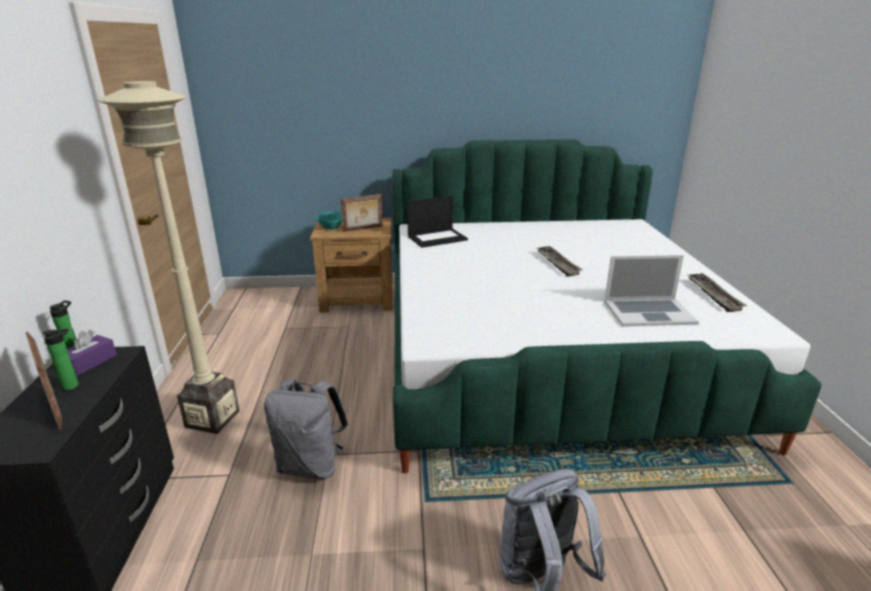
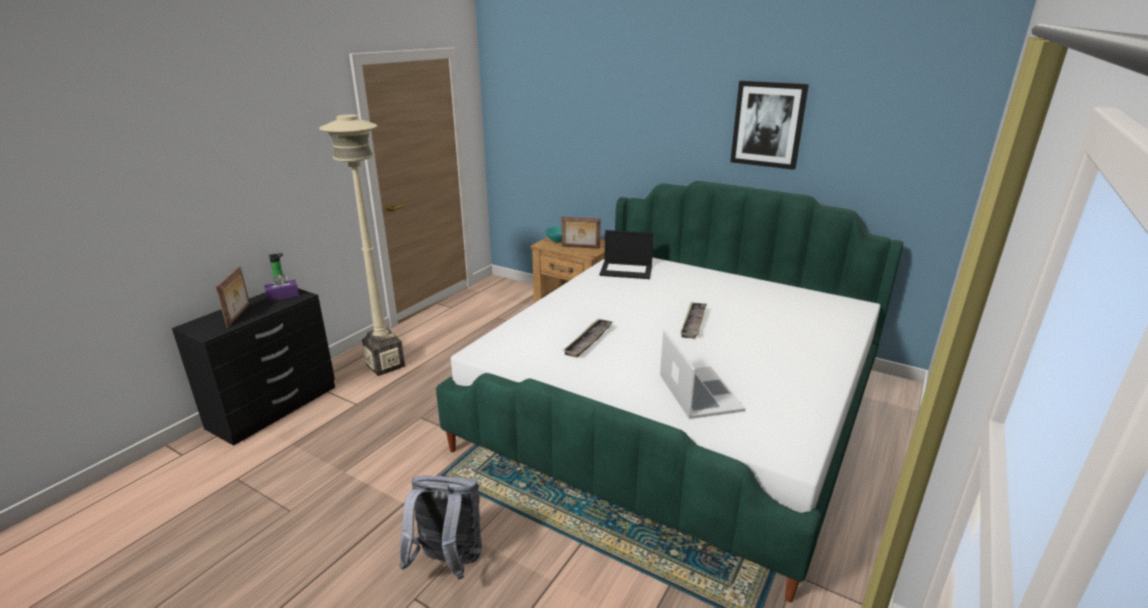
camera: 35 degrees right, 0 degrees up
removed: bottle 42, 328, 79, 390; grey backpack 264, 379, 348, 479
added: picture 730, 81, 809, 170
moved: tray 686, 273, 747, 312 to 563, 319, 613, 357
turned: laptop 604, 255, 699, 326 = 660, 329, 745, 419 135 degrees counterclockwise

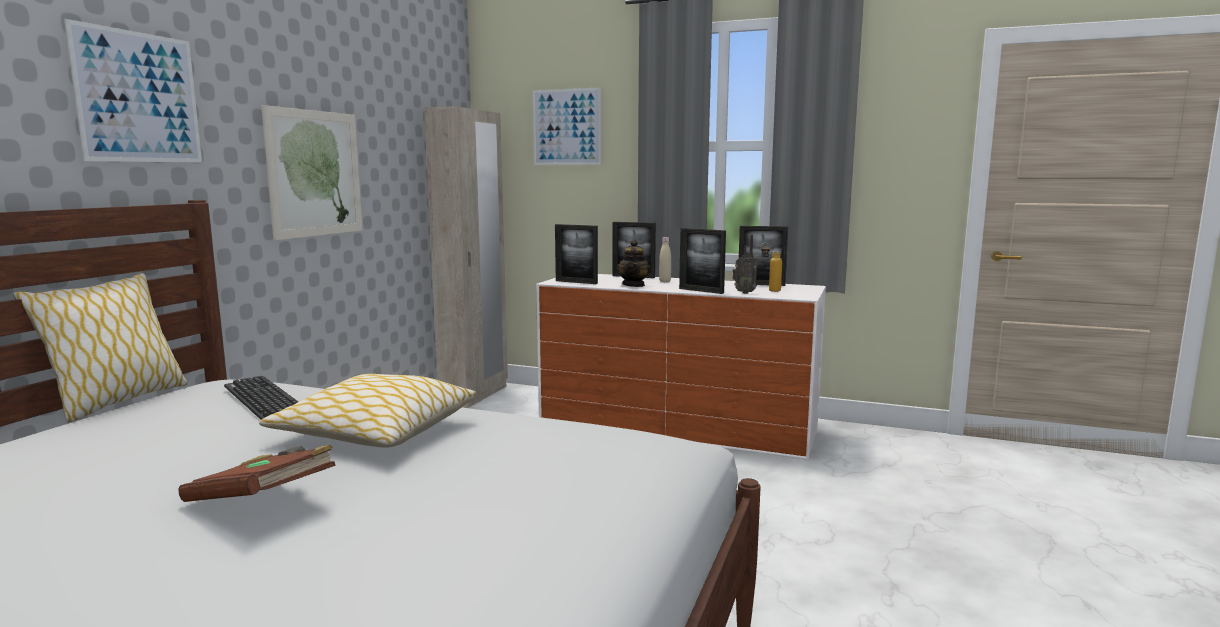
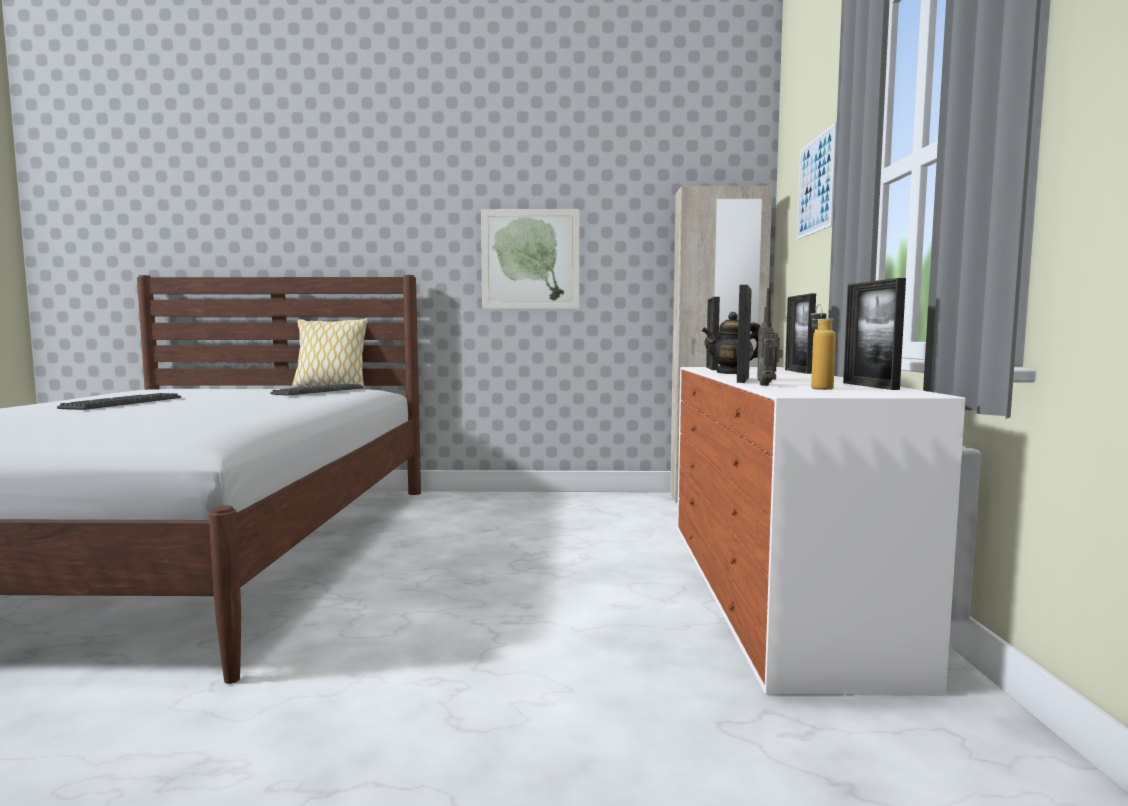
camera: 70 degrees right, 5 degrees down
removed: picture 64, 19, 202, 163; pillow 259, 374, 477, 448; beige bottle 659, 237, 671, 282
replaced: brown book 178, 445, 336, 502 to keyboard 57, 393, 181, 410

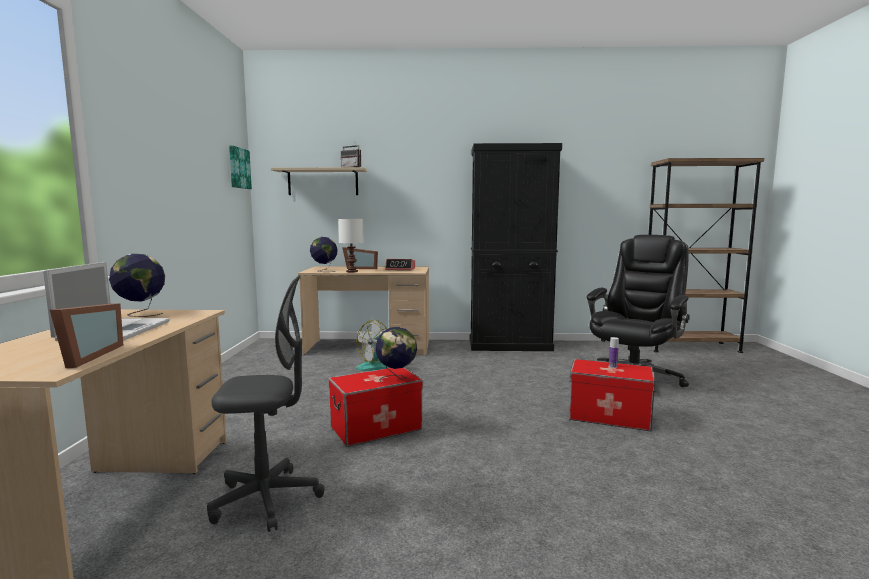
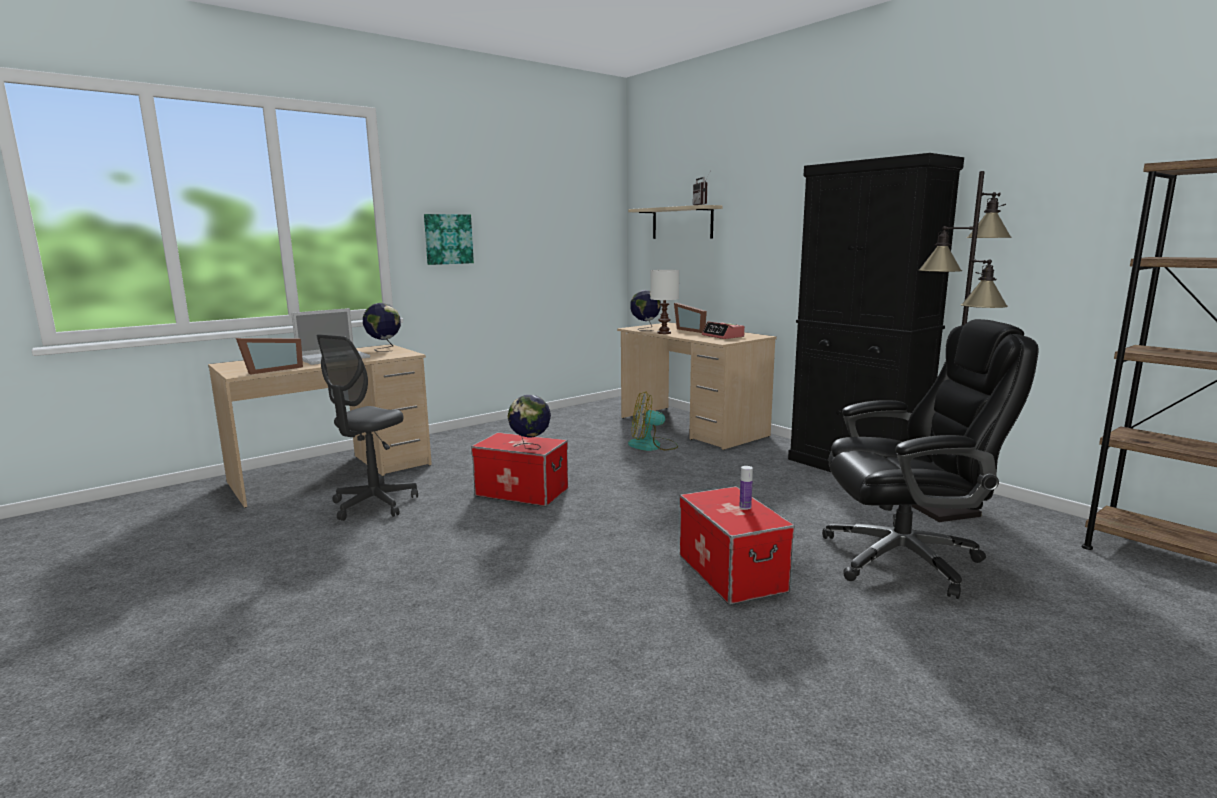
camera: 50 degrees right, 5 degrees up
added: black floor lamp 911, 171, 1012, 522
moved: picture 229, 146, 252, 189 to 424, 214, 474, 265
turned: grey office chair 207, 275, 325, 532 = 317, 334, 418, 521 75 degrees clockwise

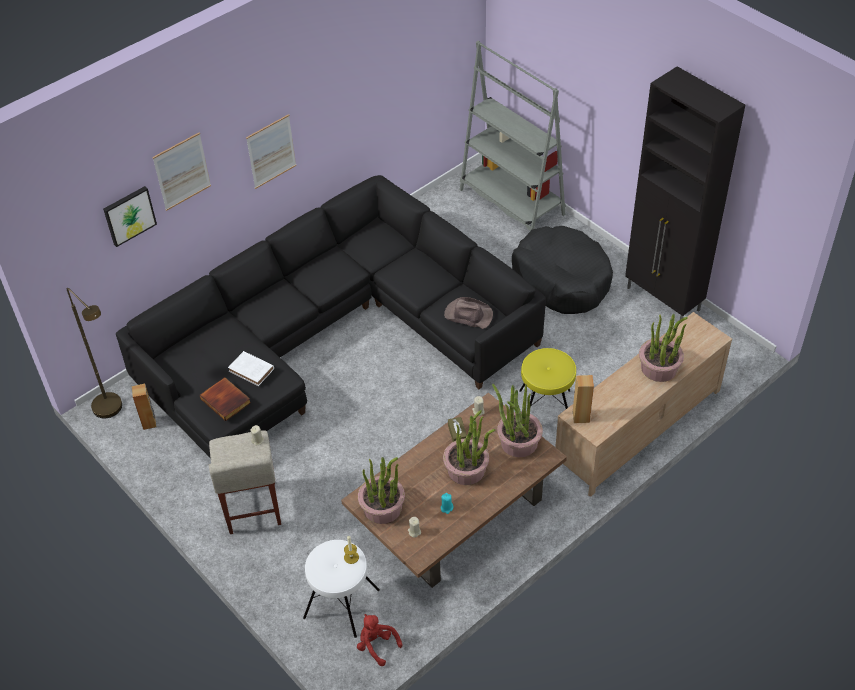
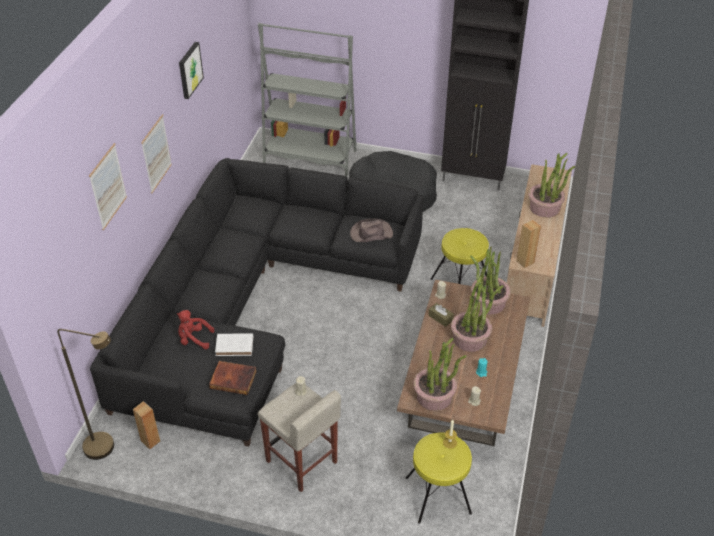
camera: 35 degrees left, 5 degrees down
moved: picture 103, 186, 157, 247 to 179, 42, 204, 99; red plush toy 357, 614, 402, 666 to 177, 310, 215, 349
recoloured: white stool 303, 540, 380, 638 to yellow stool 406, 433, 472, 524

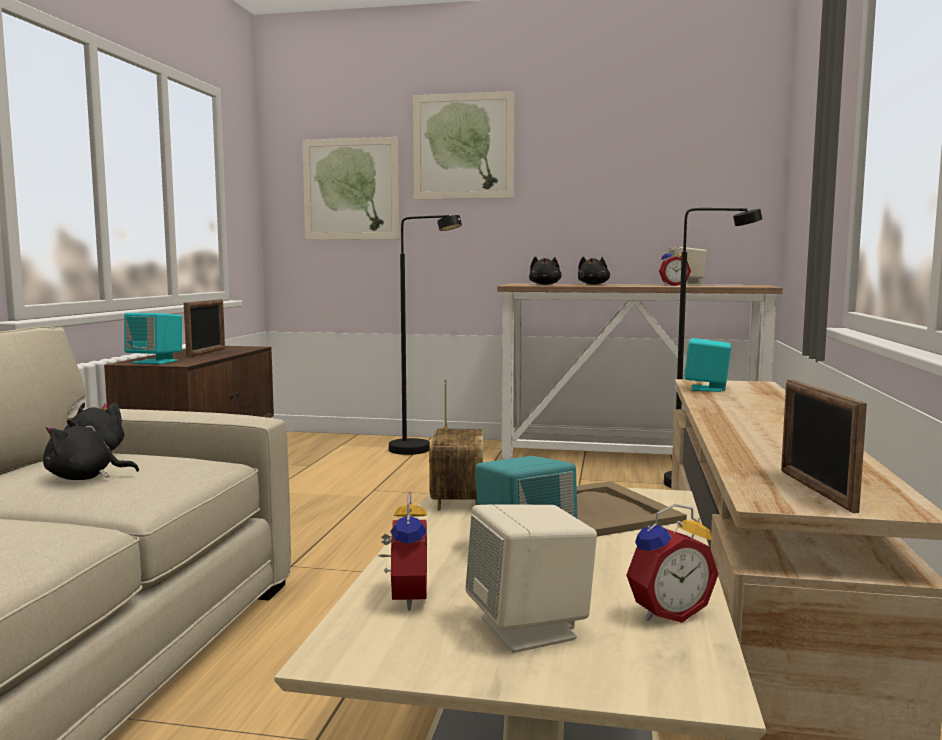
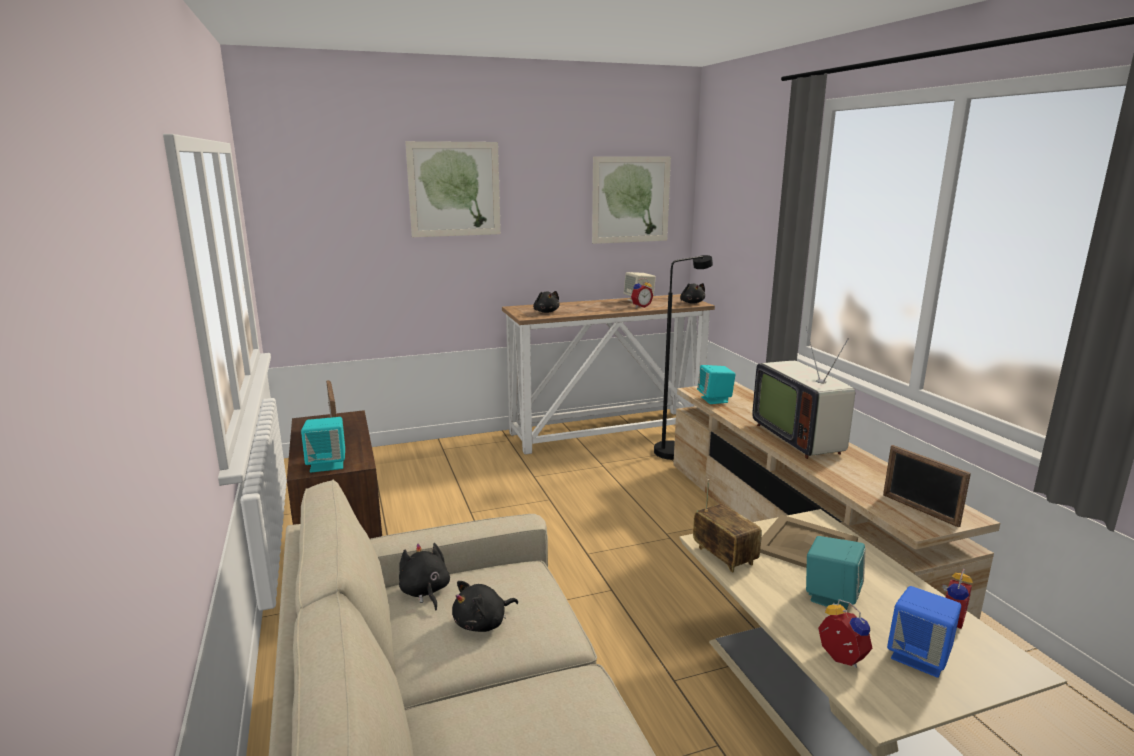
camera: 30 degrees left, 10 degrees up
removed: black floor lamp 389, 215, 462, 455
added: television 752, 326, 855, 459
moved: picture 302, 137, 399, 240 to 592, 156, 671, 244; black plush toy 578, 256, 610, 285 to 680, 283, 705, 304
recoloured: beige speaker 465, 504, 597, 653 to blue speaker 887, 586, 961, 678

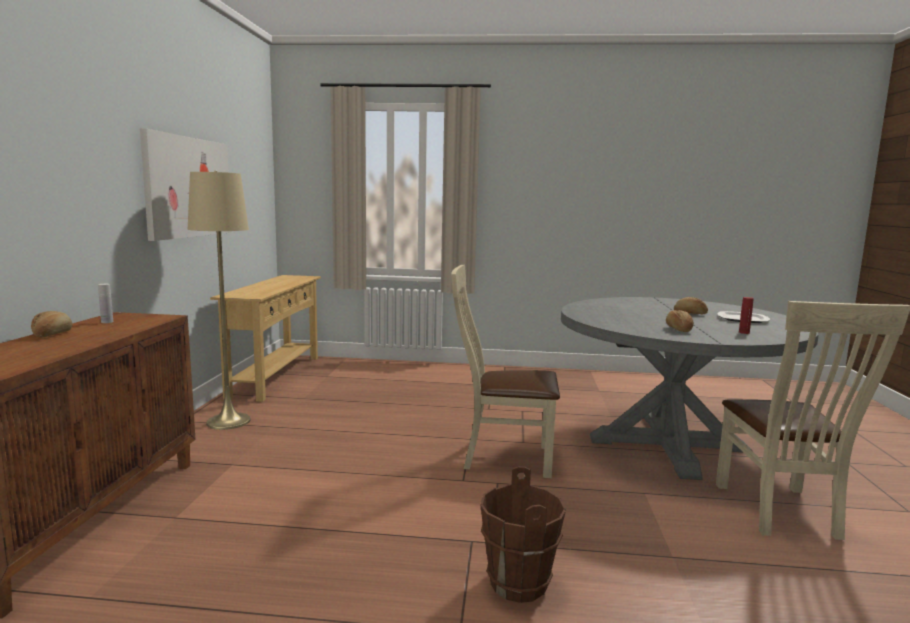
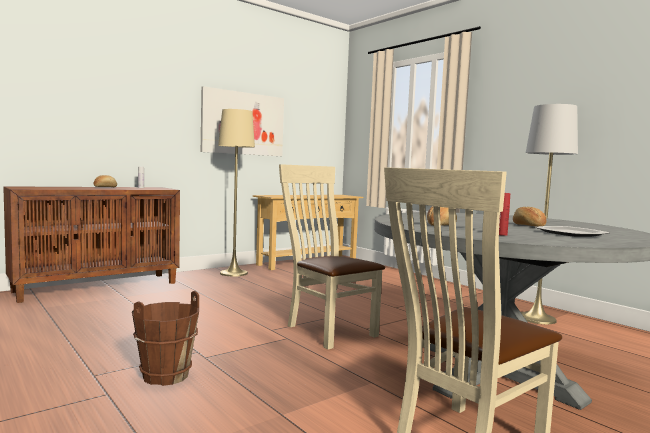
camera: 45 degrees right, 5 degrees down
added: grey floor lamp 521, 104, 578, 324

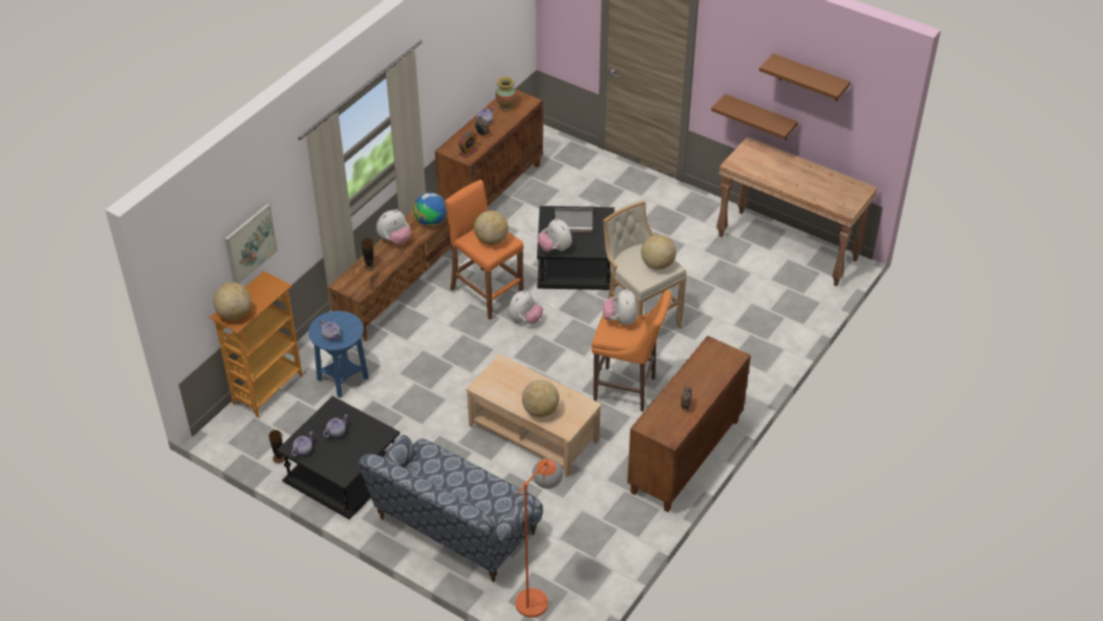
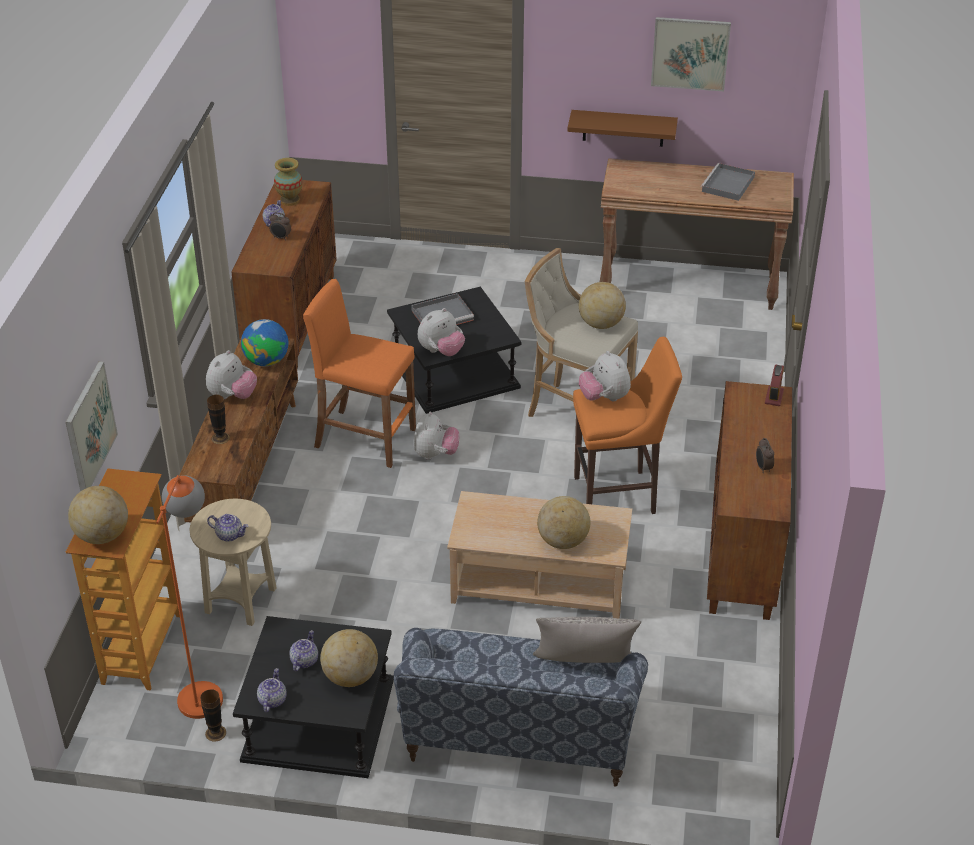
camera: 25 degrees left, 5 degrees down
added: grey pillow 533, 617, 641, 663; grey tray 701, 163, 755, 201
moved: alarm clock 458, 131, 478, 158 to 765, 365, 784, 406; globe 474, 211, 508, 245 to 320, 629, 378, 687; orange floor lamp 515, 458, 563, 618 to 156, 475, 223, 719
replaced: brown shelf 759, 54, 850, 101 to picture 651, 17, 731, 91
recoloured: blue side table 308, 311, 369, 398 to beige side table 190, 499, 276, 626
turned: plush toy 538, 218, 572, 252 = 418, 308, 465, 356 75 degrees counterclockwise

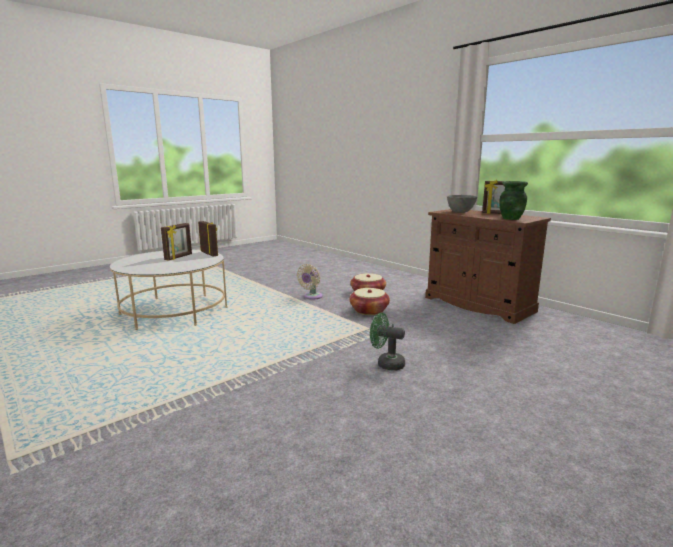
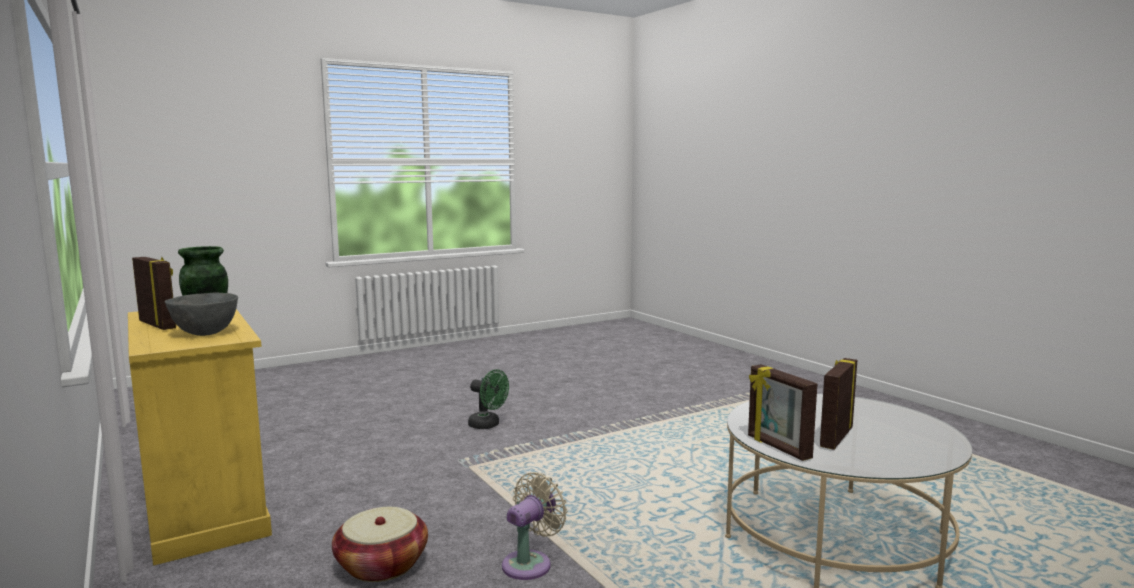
camera: 170 degrees left, 5 degrees down
removed: basket 349, 288, 390, 315
recoloured: brown cabinet 425, 209, 551, 324 to yellow cabinet 128, 309, 272, 566

